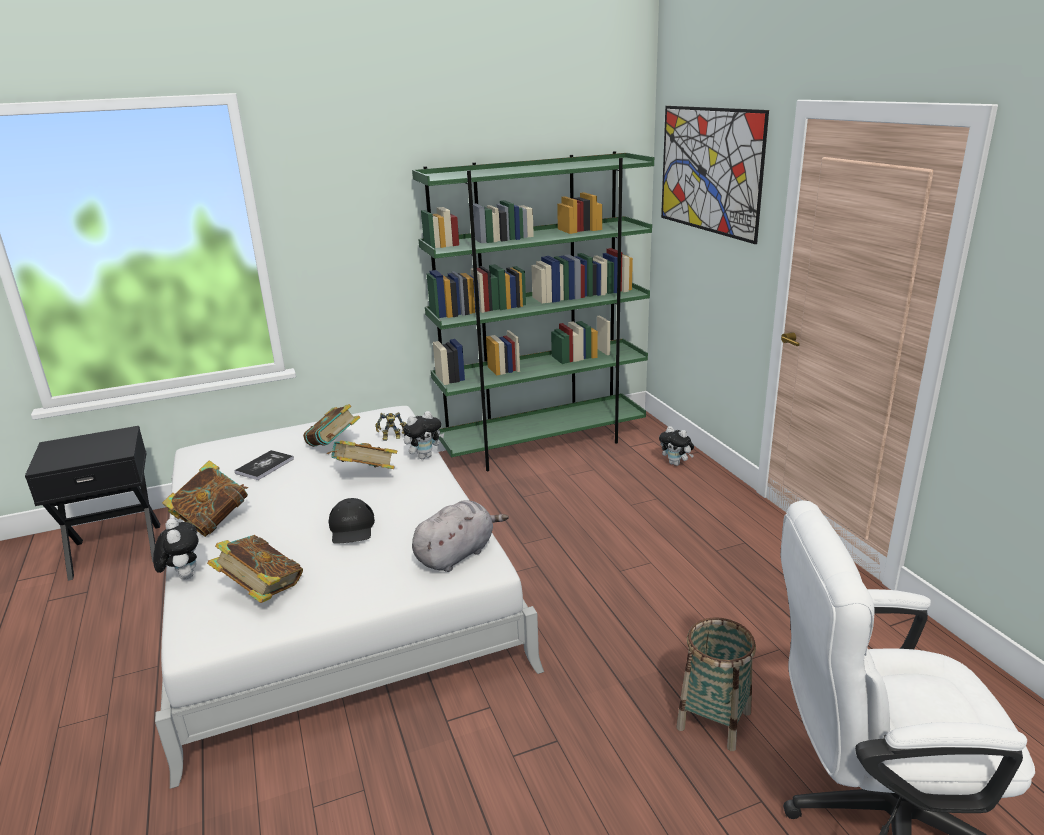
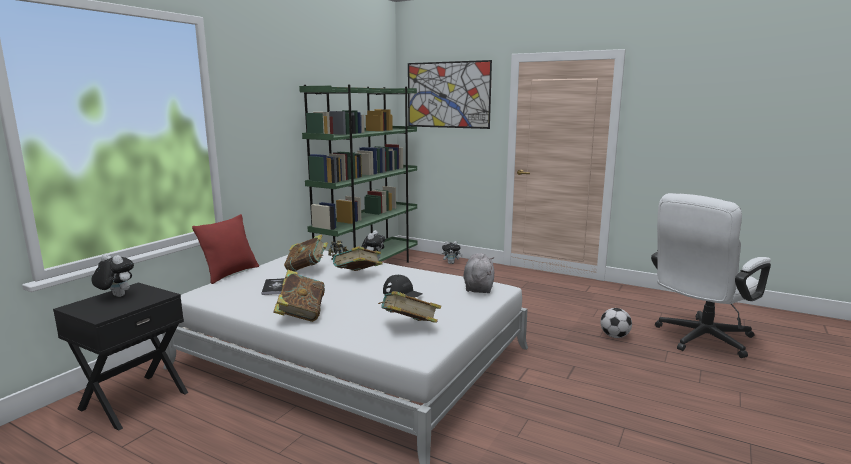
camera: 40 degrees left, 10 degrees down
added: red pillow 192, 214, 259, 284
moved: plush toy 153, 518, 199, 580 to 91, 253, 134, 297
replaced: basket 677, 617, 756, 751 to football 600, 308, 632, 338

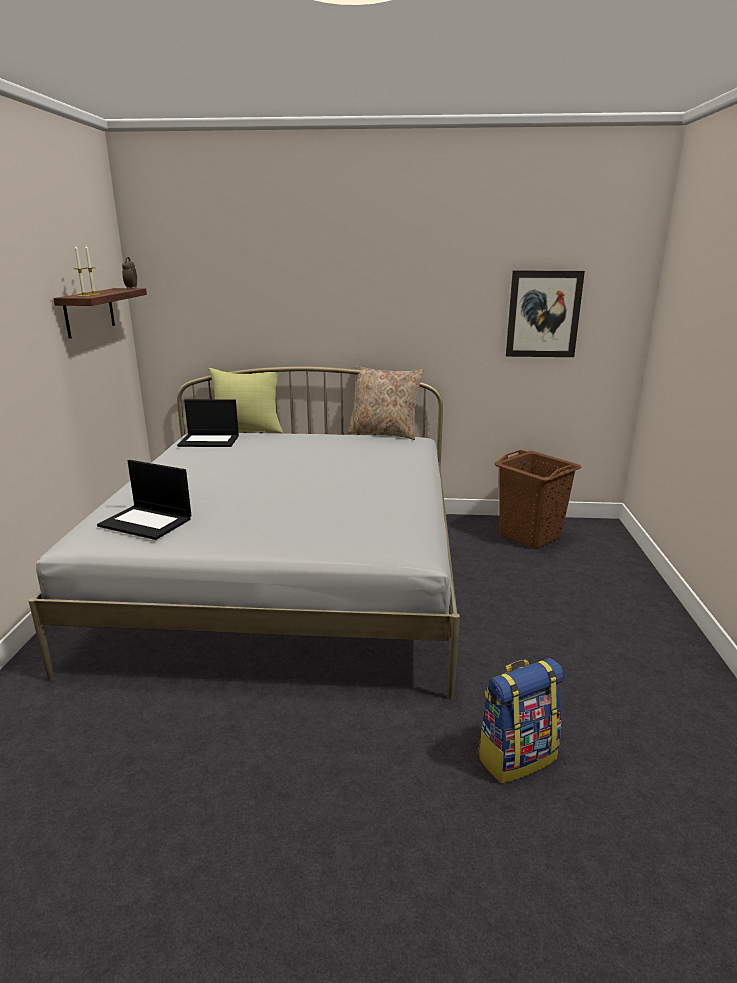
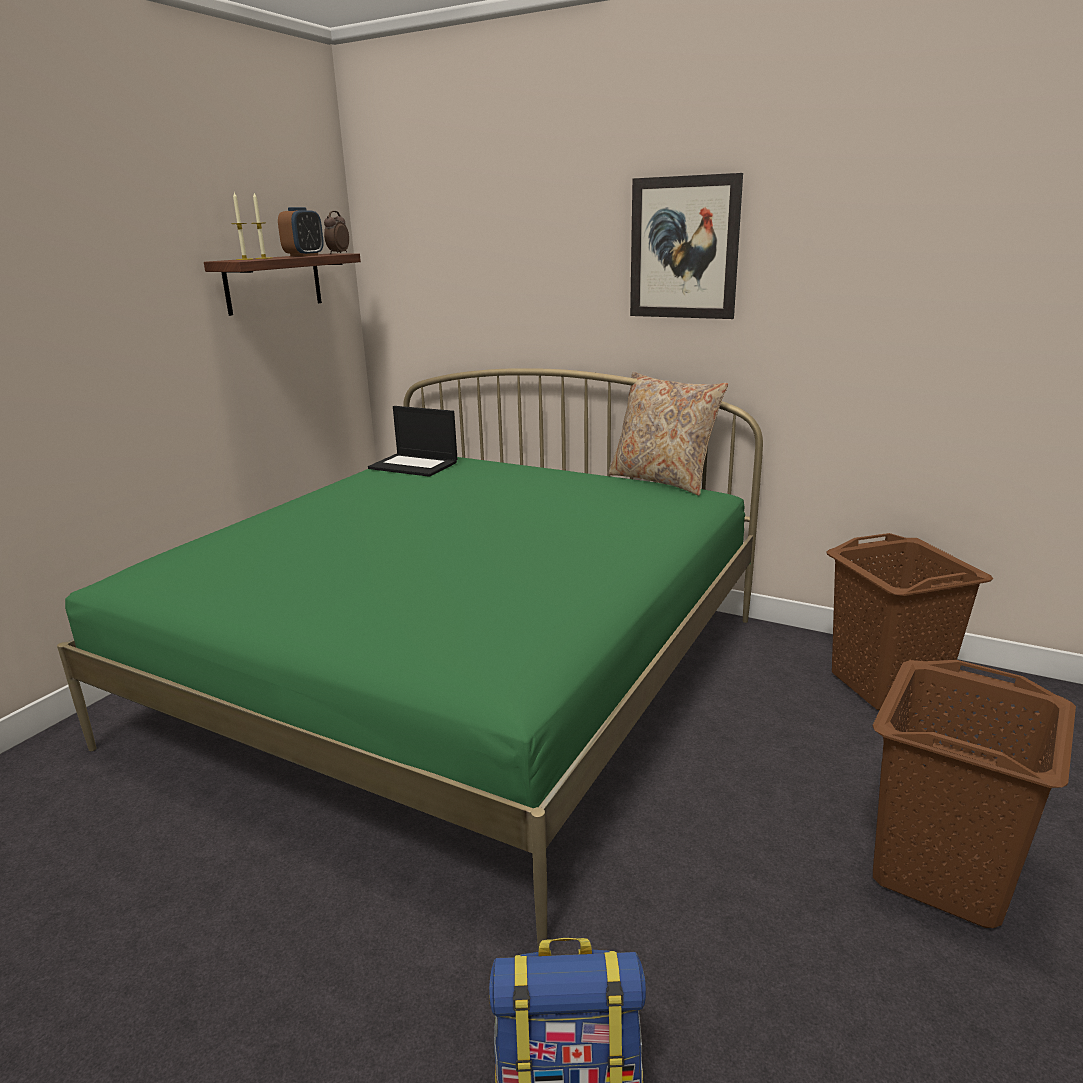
camera: 25 degrees right, 0 degrees up
removed: laptop 97, 460, 192, 540; yellow pillow 209, 368, 283, 434
added: alarm clock 278, 207, 324, 257; brown laundry basket 872, 660, 1076, 928
moved: picture 506, 271, 585, 357 to 630, 173, 743, 319
recoloured: white bed 28, 366, 460, 700 to green bed 57, 368, 763, 948

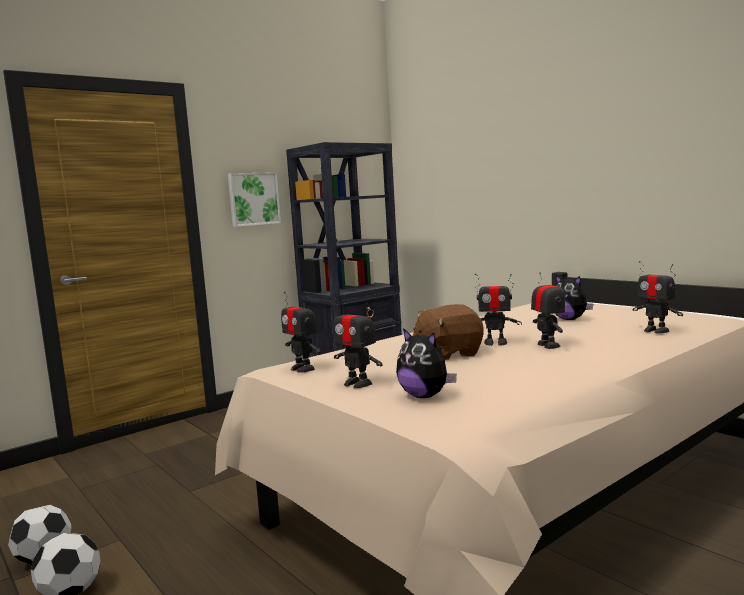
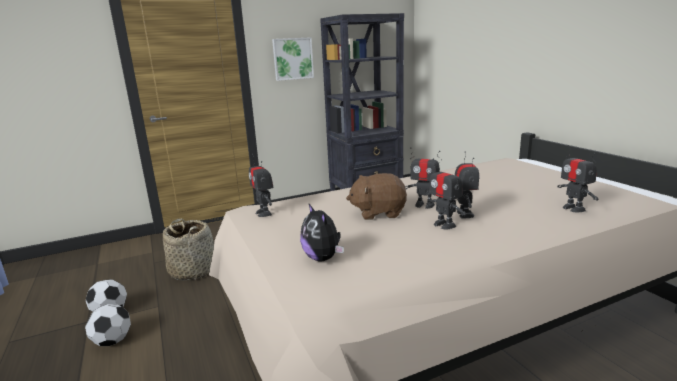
camera: 15 degrees right, 10 degrees up
removed: plush toy 555, 275, 593, 320
added: basket 163, 219, 214, 281
moved: toy robot 333, 298, 383, 388 to 427, 158, 466, 229

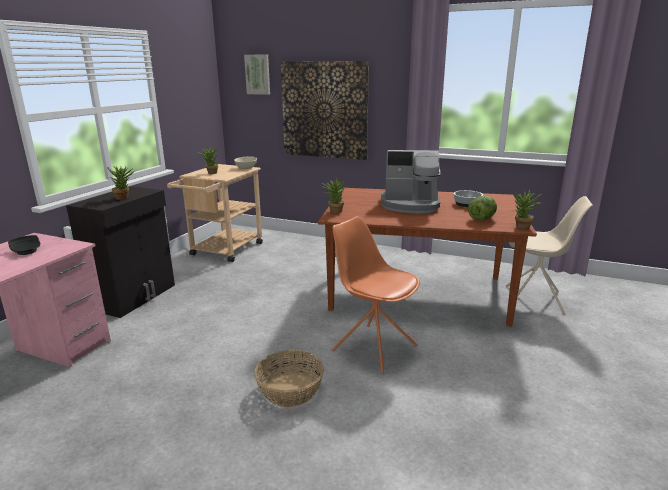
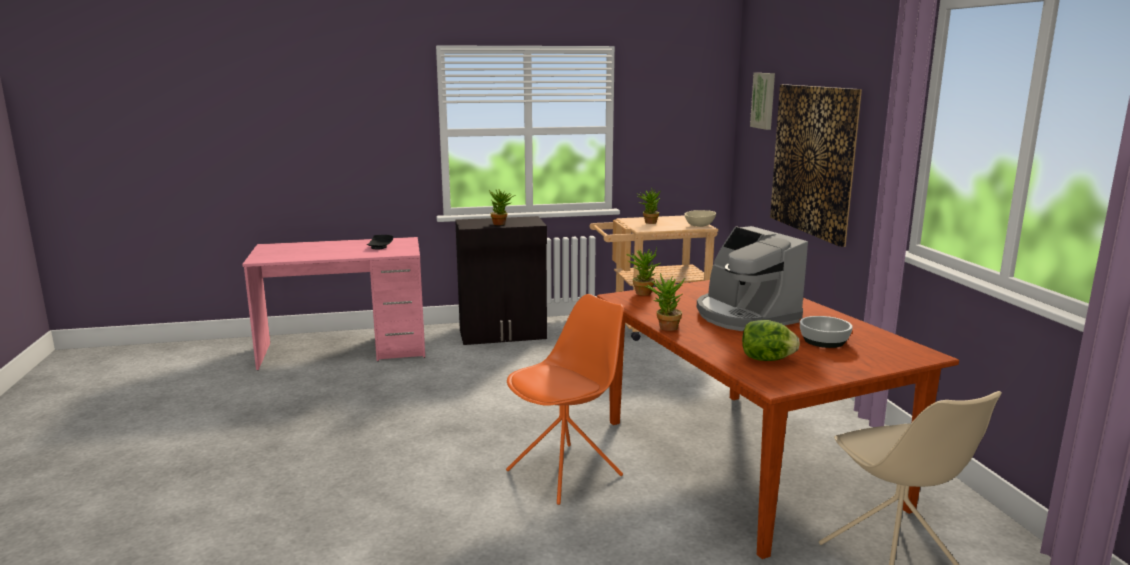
camera: 55 degrees right, 5 degrees down
removed: basket 254, 350, 324, 407
moved: potted plant 514, 190, 541, 229 to 645, 273, 685, 331
turned: orange chair 332, 216, 420, 374 = 506, 294, 623, 505 45 degrees clockwise

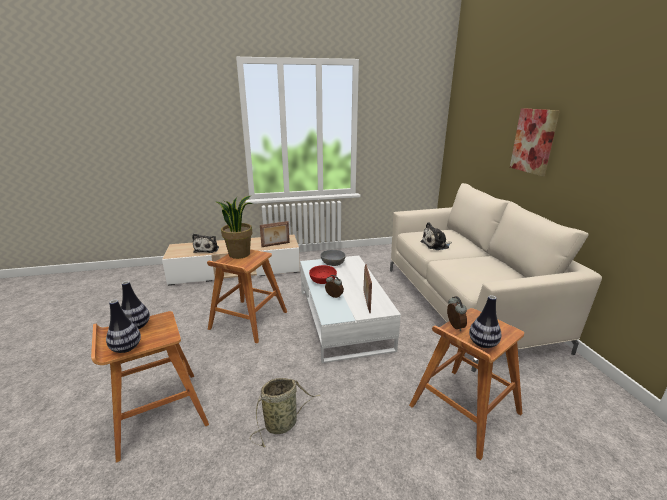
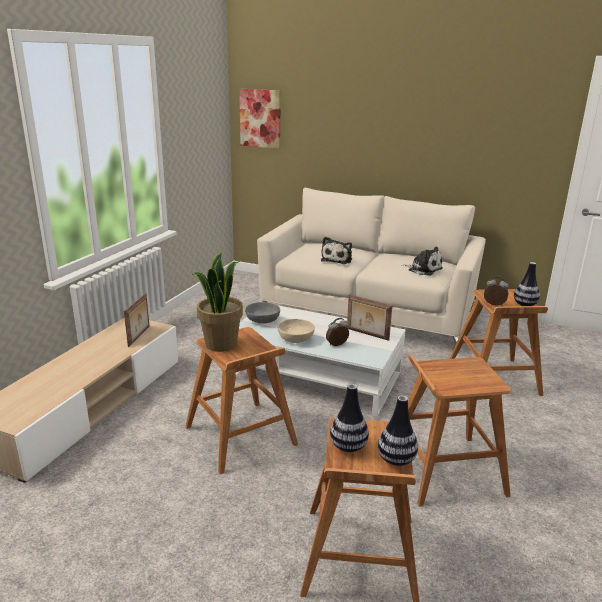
camera: 55 degrees left, 0 degrees up
moved: plush toy 192, 234, 219, 253 to 402, 247, 443, 276; picture 510, 108, 560, 176 to 239, 89, 281, 149
replaced: basket 249, 378, 321, 447 to brown stool 408, 355, 511, 507
recoloured: red bowl 309, 265, 337, 284 to beige bowl 278, 319, 315, 343

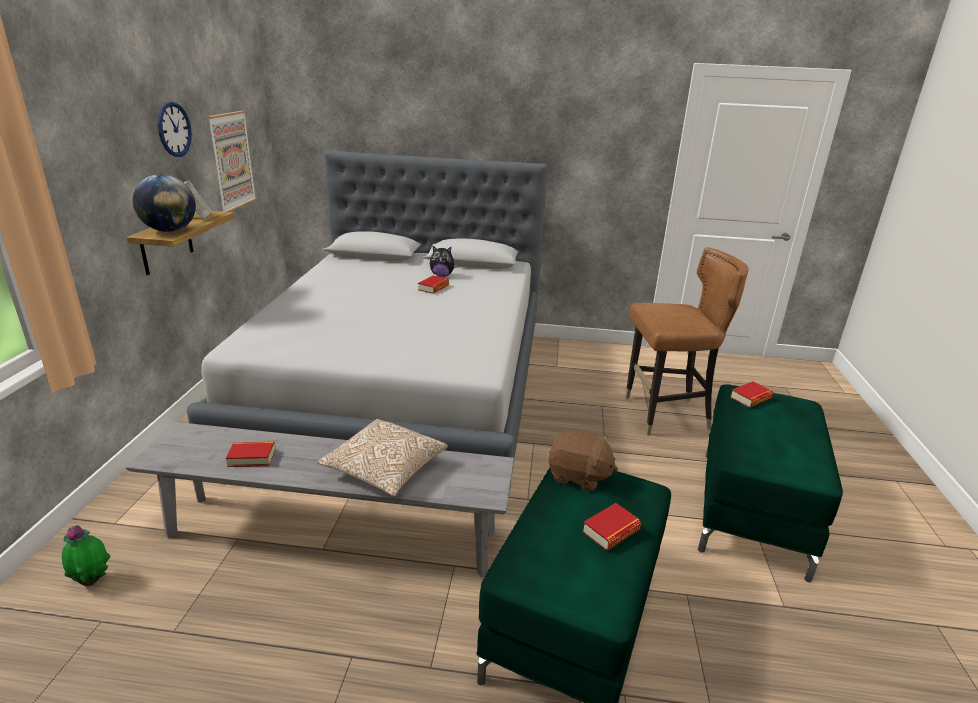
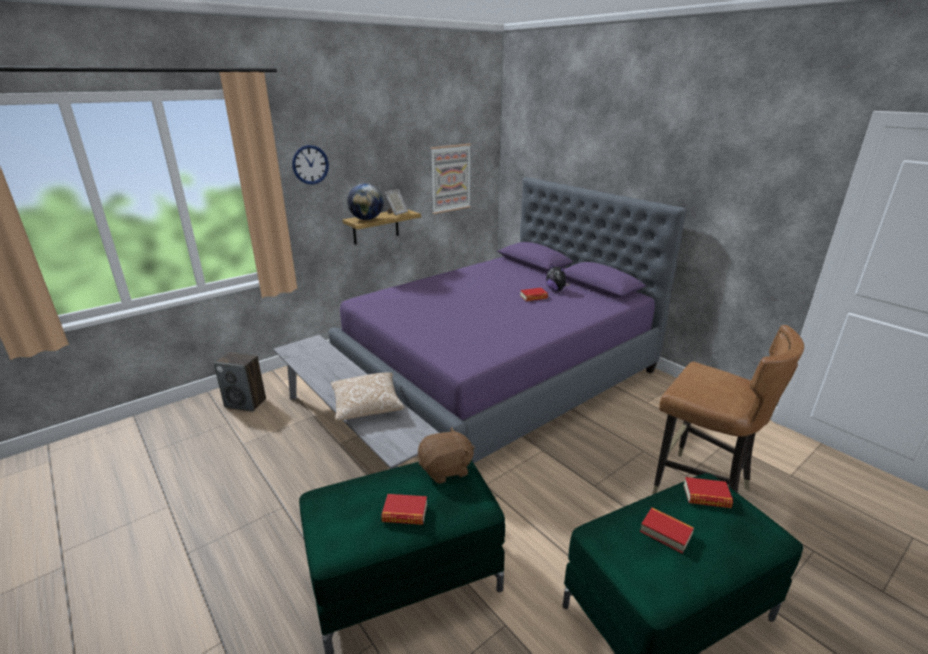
camera: 45 degrees right, 0 degrees up
moved: wall clock 158, 102, 192, 157 to 292, 145, 329, 184; book 226, 442, 275, 467 to 640, 507, 694, 554
replaced: potted plant 62, 525, 110, 586 to speaker 214, 352, 266, 412
recoloured: grey bed 187, 151, 548, 492 to purple bed 329, 177, 687, 463
turned: brown plush toy 548, 430, 618, 492 = 418, 427, 475, 484 90 degrees counterclockwise

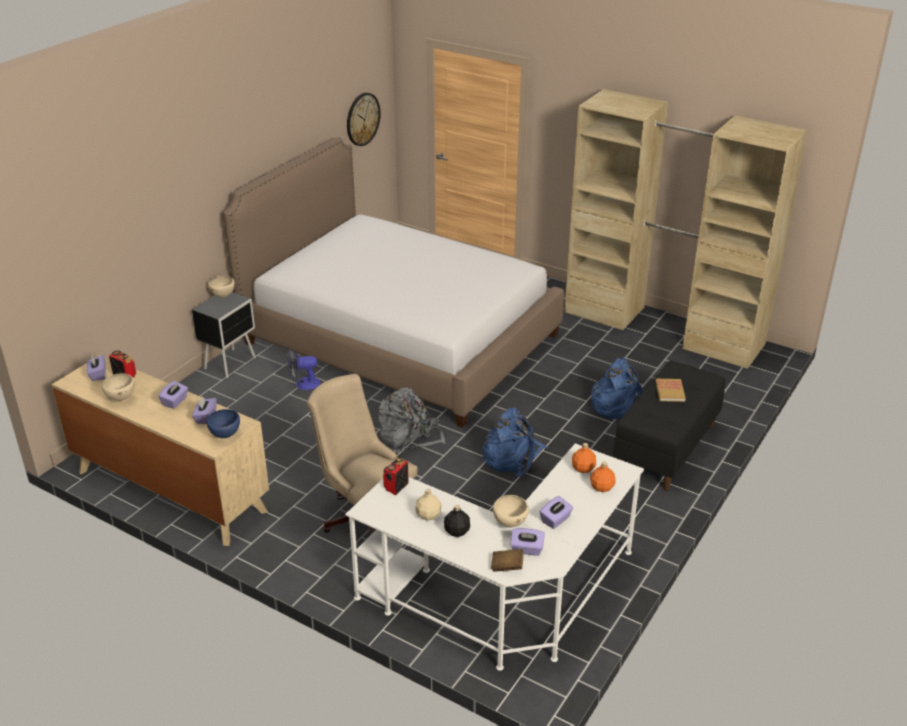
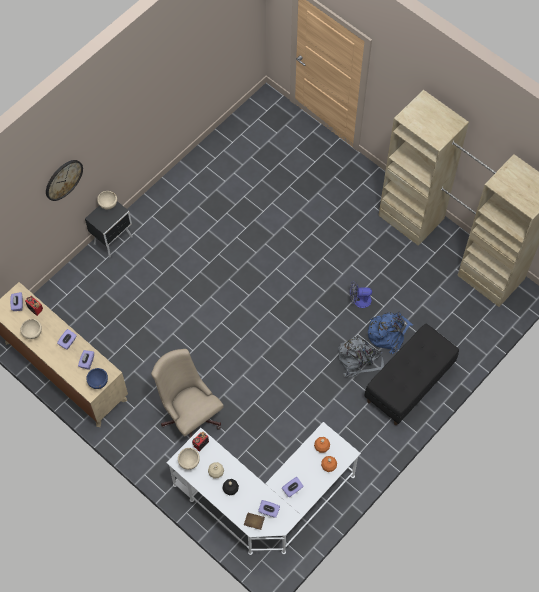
camera: 10 degrees right, 30 degrees up
removed: bed 223, 137, 564, 428; blue backpack 482, 407, 548, 478; book 655, 379, 686, 402
moved: fan 287, 348, 320, 390 to 350, 280, 372, 308; wall clock 347, 93, 380, 146 to 46, 160, 83, 201; grey backpack 378, 387, 446, 453 to 338, 337, 384, 377; beige bowl 493, 495, 529, 527 to 178, 448, 200, 470

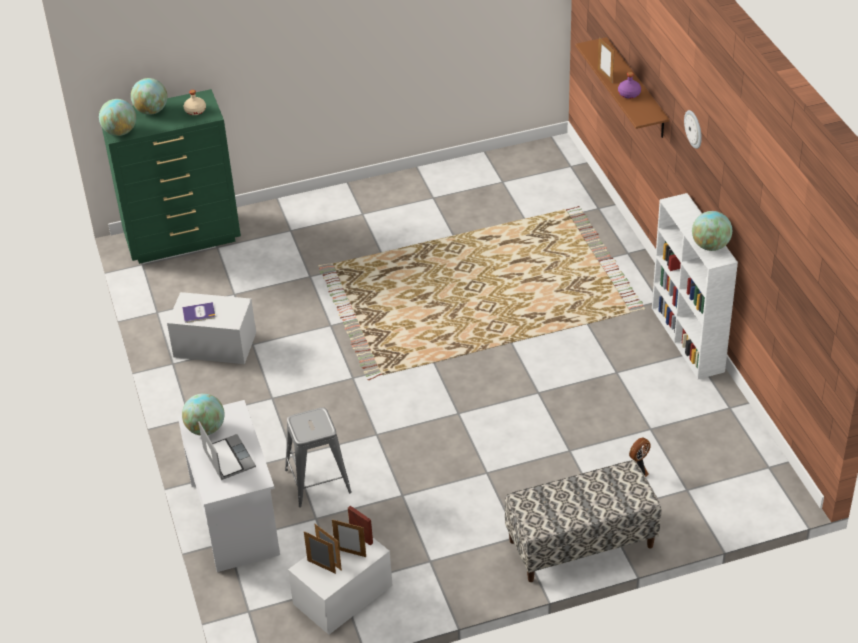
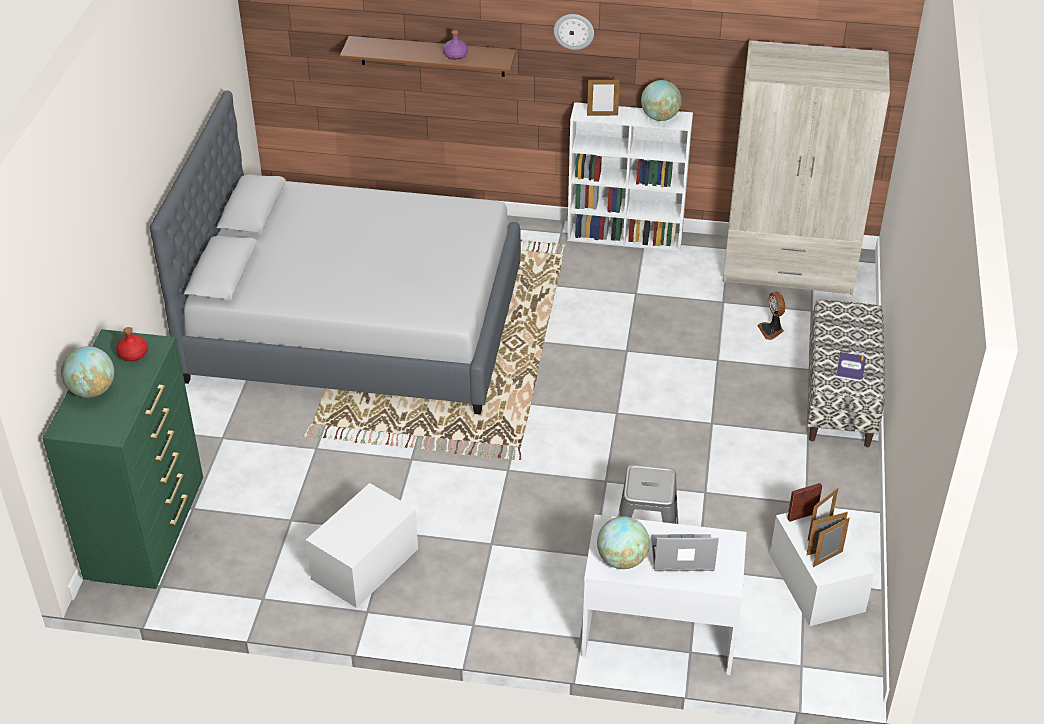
camera: 65 degrees left, 0 degrees up
removed: globe 99, 99, 136, 136
added: grey bed 150, 90, 521, 415; beige wardrobe 723, 40, 890, 295
moved: book 182, 302, 215, 323 to 836, 352, 866, 382; picture frame 598, 38, 614, 83 to 587, 80, 620, 116
recoloured: beige bottle 184, 90, 206, 115 to red bottle 116, 327, 148, 361

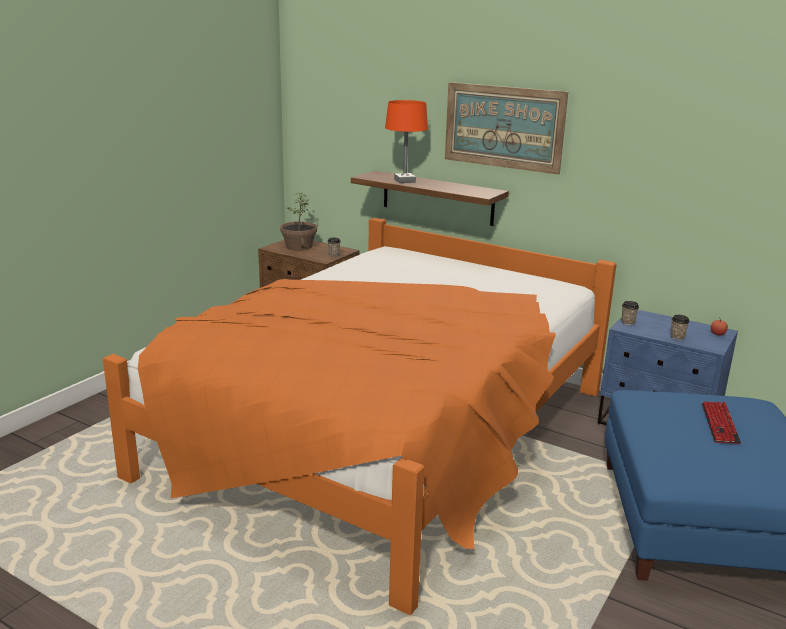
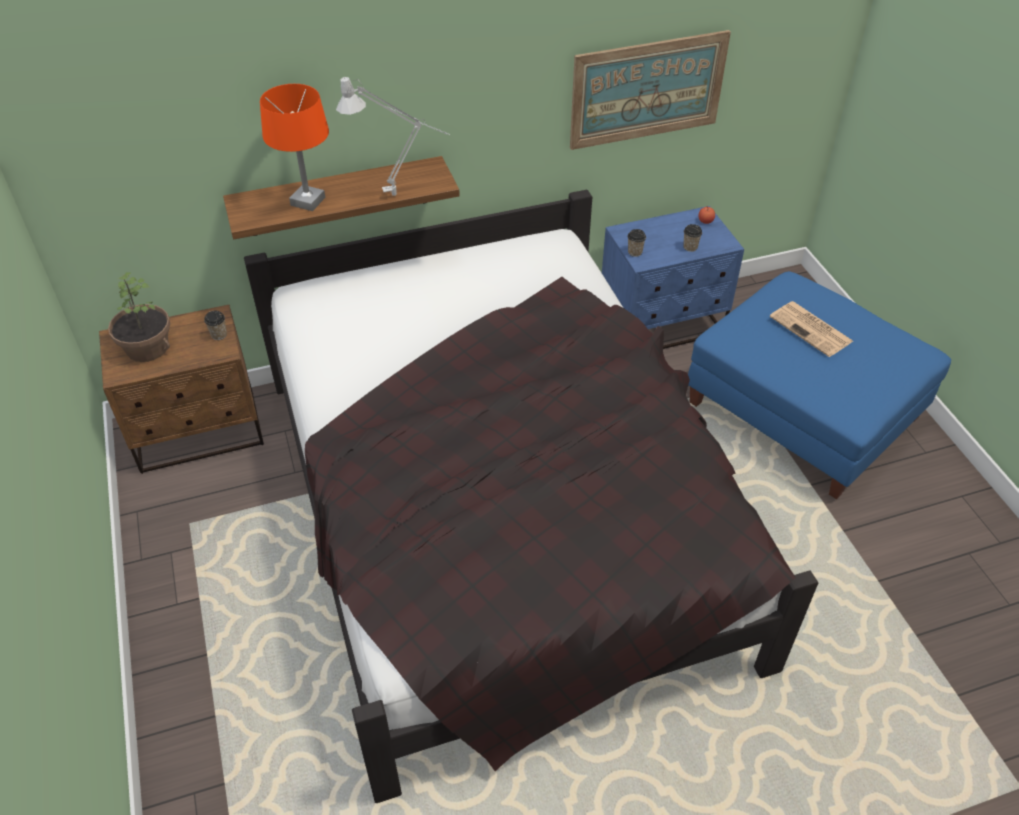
camera: 50 degrees left, 25 degrees up
added: grey table lamp 336, 77, 450, 196
moved: picture 445, 82, 568, 175 to 570, 30, 731, 150
replaced: keyboard 702, 401, 741, 444 to newspaper 770, 301, 853, 357
recoloured: orange bed 103, 218, 617, 615 to black bed 244, 190, 818, 803

